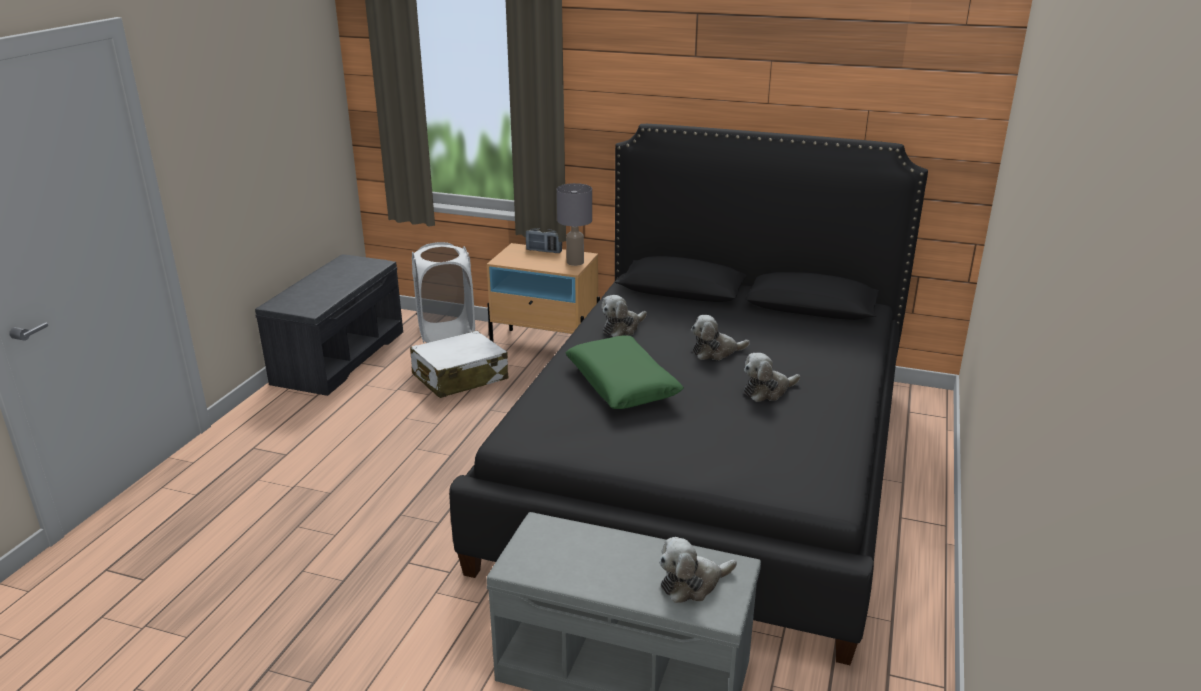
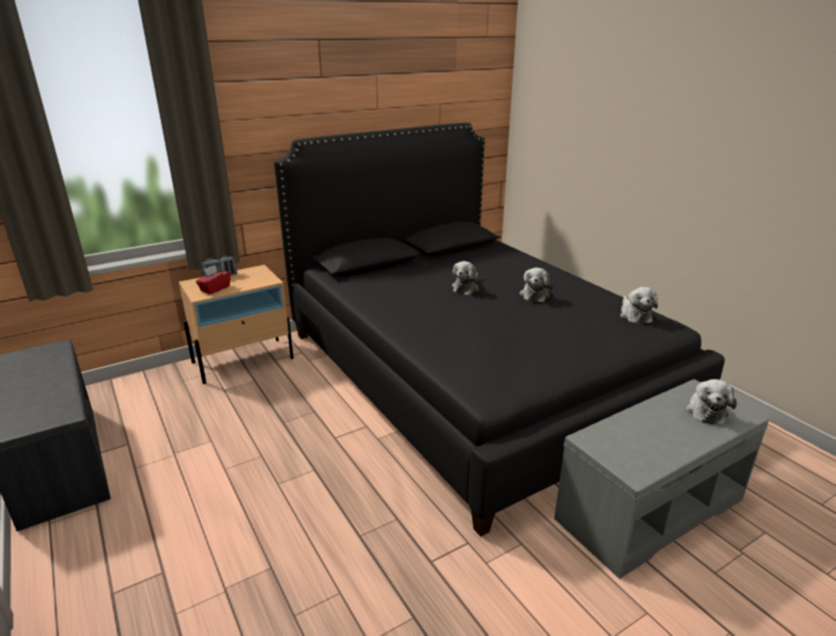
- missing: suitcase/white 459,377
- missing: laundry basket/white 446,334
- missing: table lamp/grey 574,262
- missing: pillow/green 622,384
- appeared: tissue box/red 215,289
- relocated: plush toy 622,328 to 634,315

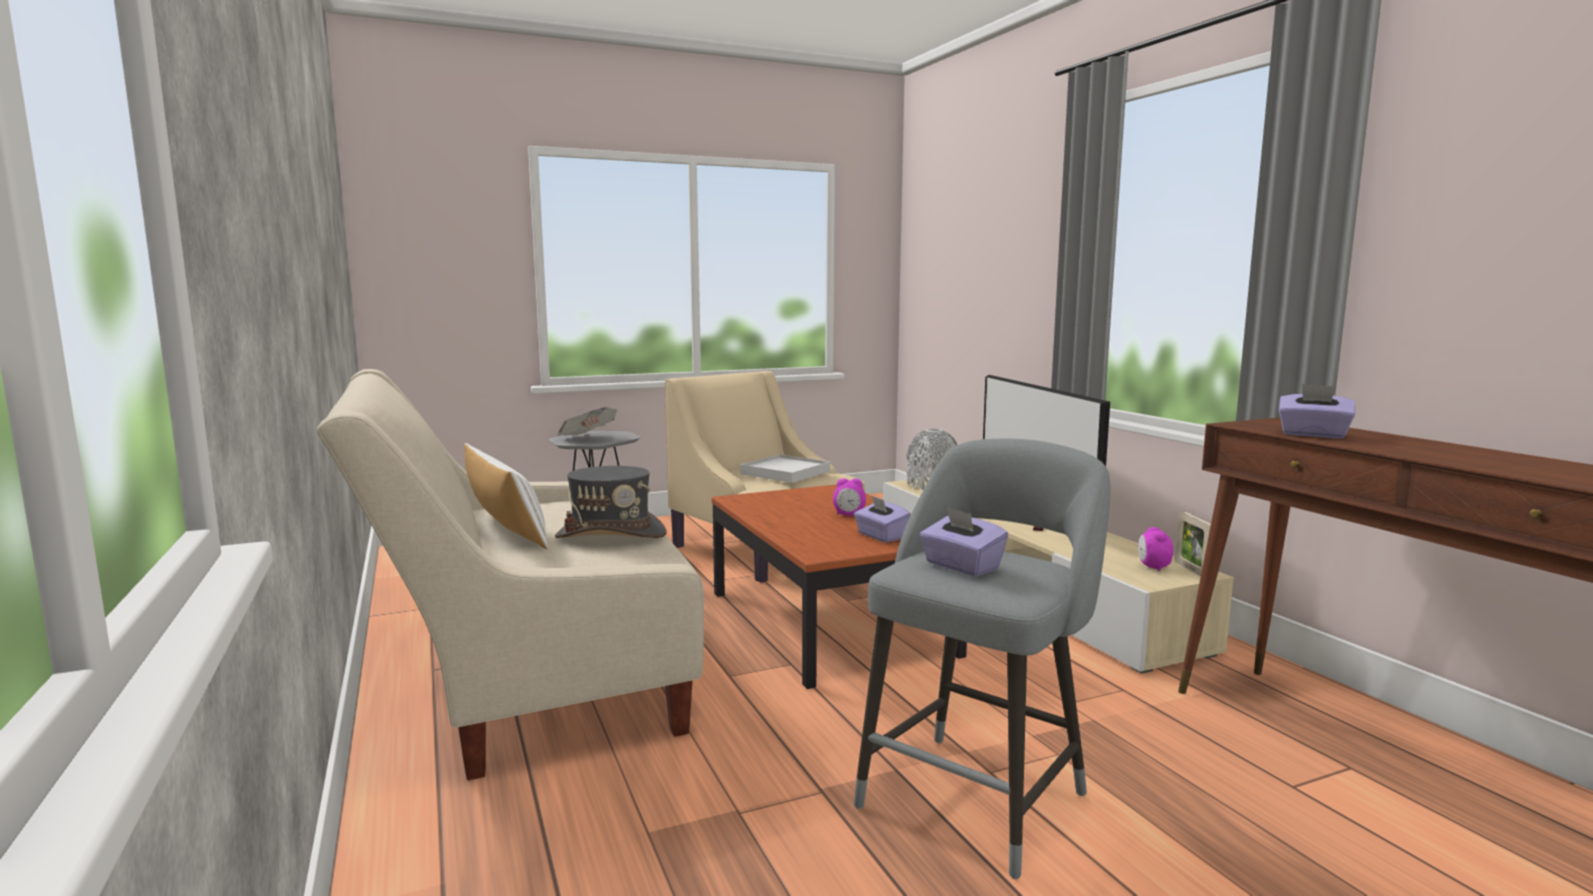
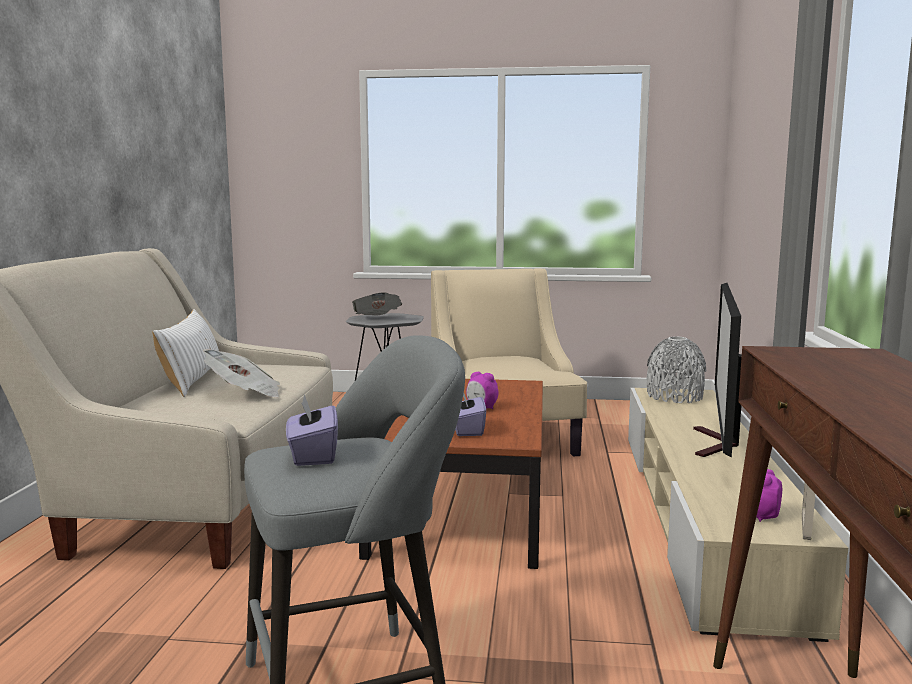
- missing: tray/white 785,472
- missing: tissue box/purple 1313,435
- exchanged: hat/grey 611,535 to newspaper 245,393

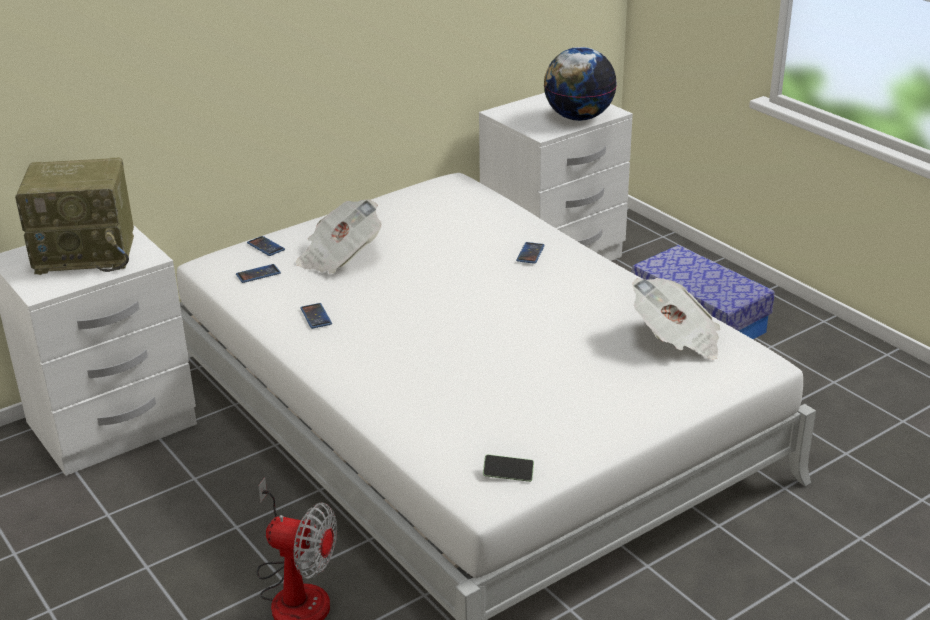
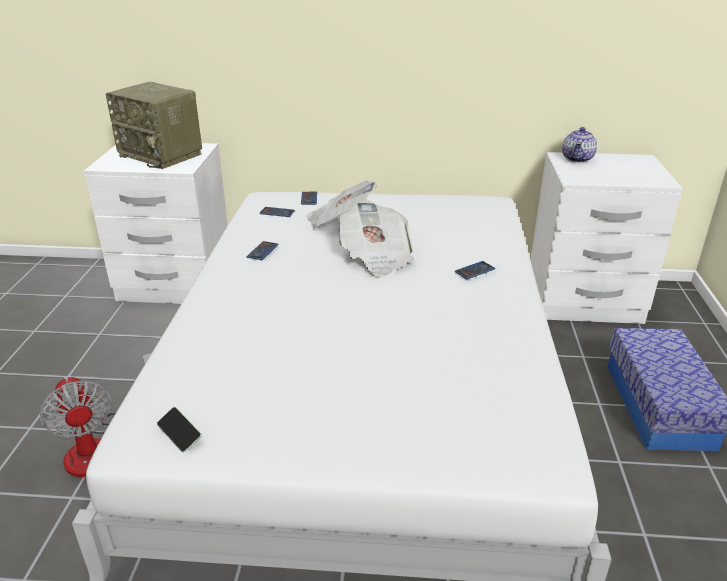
- missing: globe 578,117
- appeared: teapot 577,159
- relocated: newspaper 676,340 to 376,257

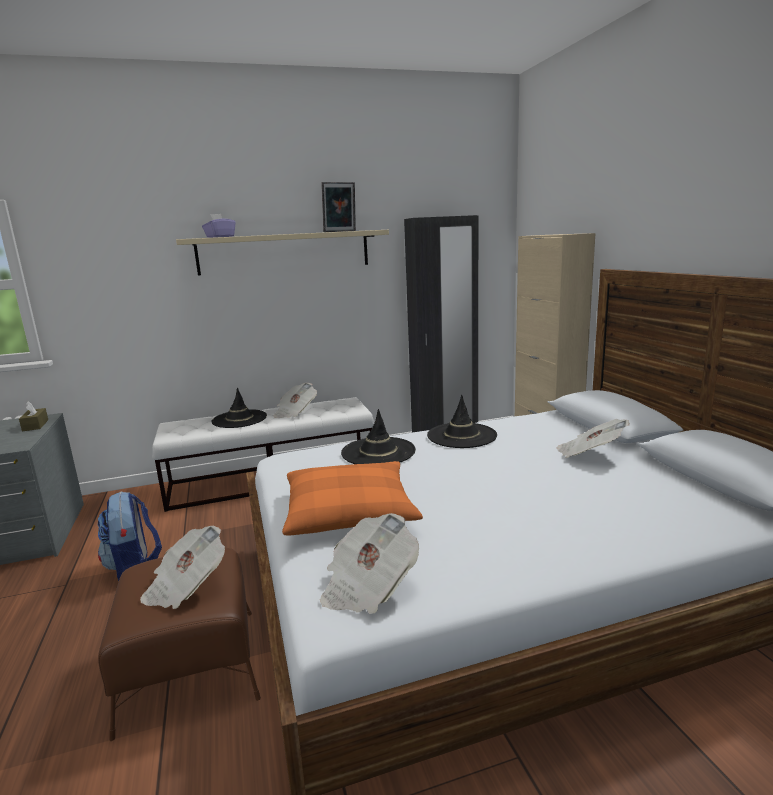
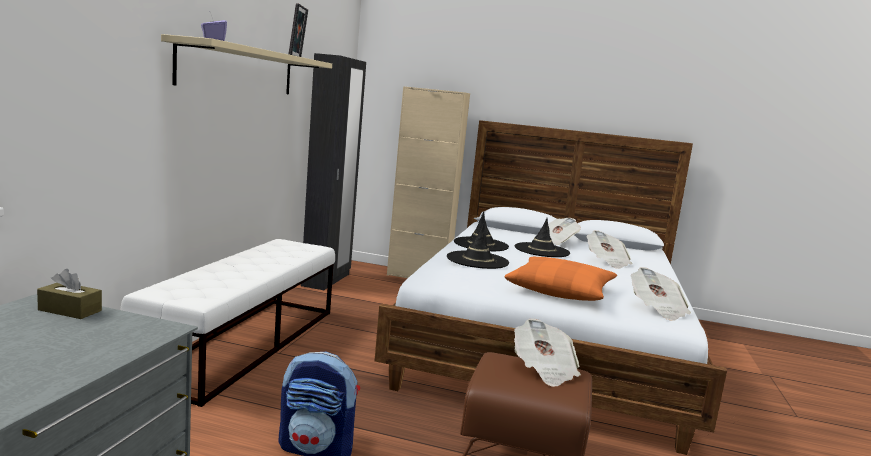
- relocated: hat/black 239,419 to 541,250
- relocated: newspaper 295,412 to 607,262

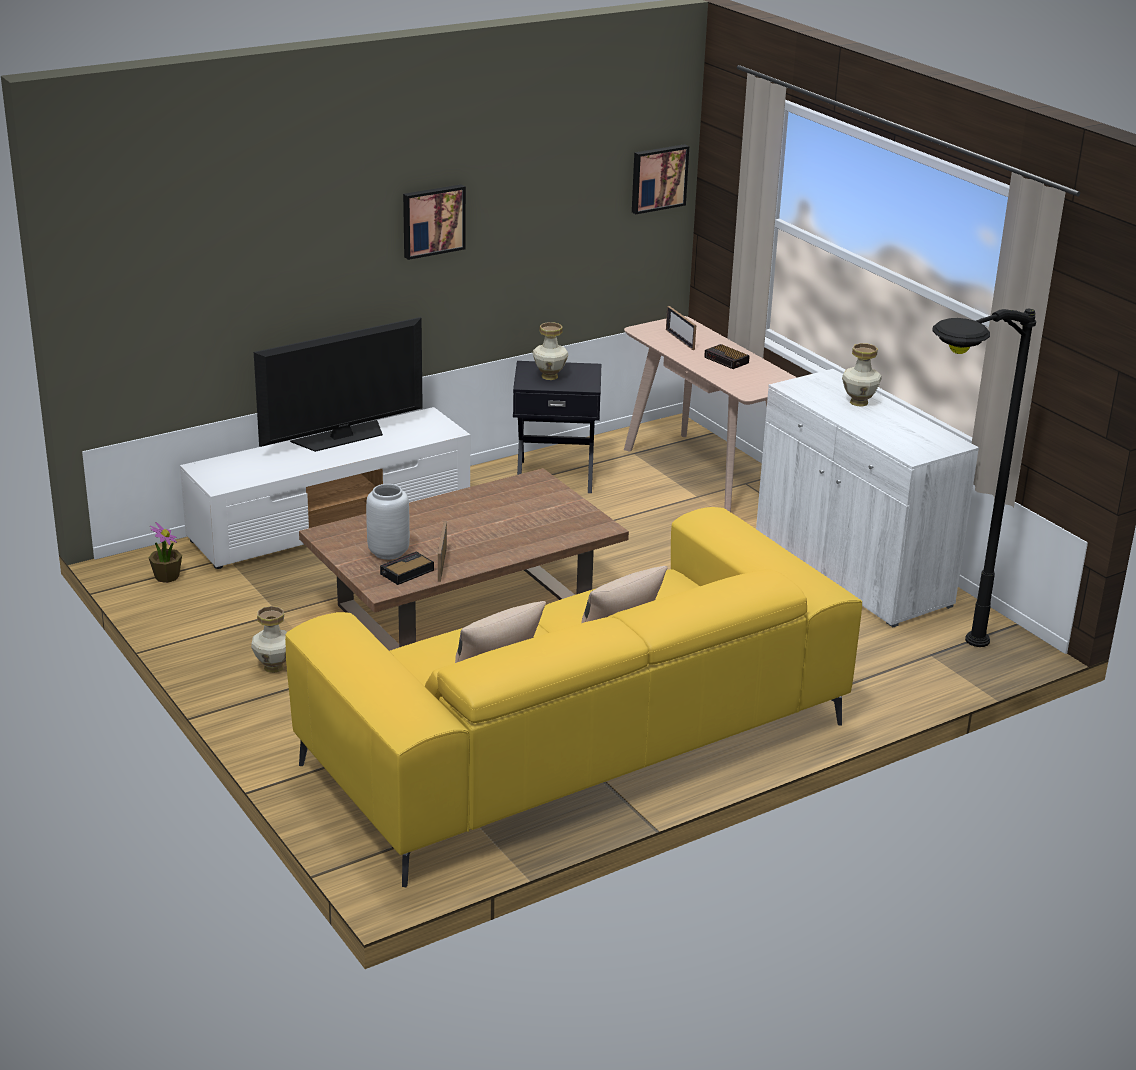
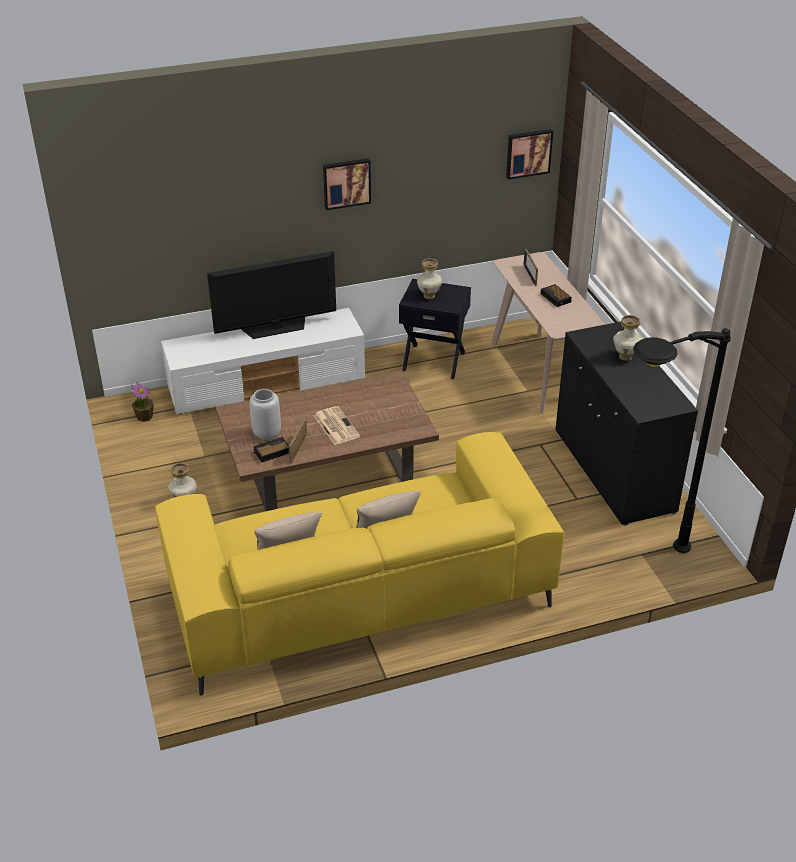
- appeared: newspaper 335,426
- colour: cabinet/white 851,571 to cabinet/black 613,471

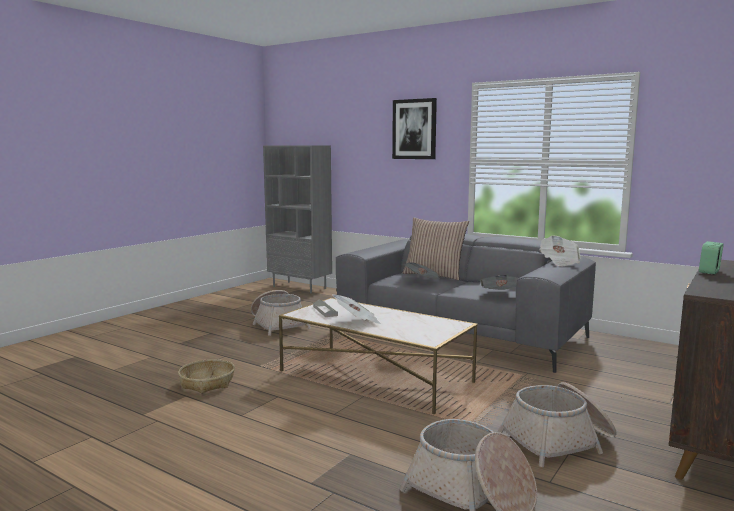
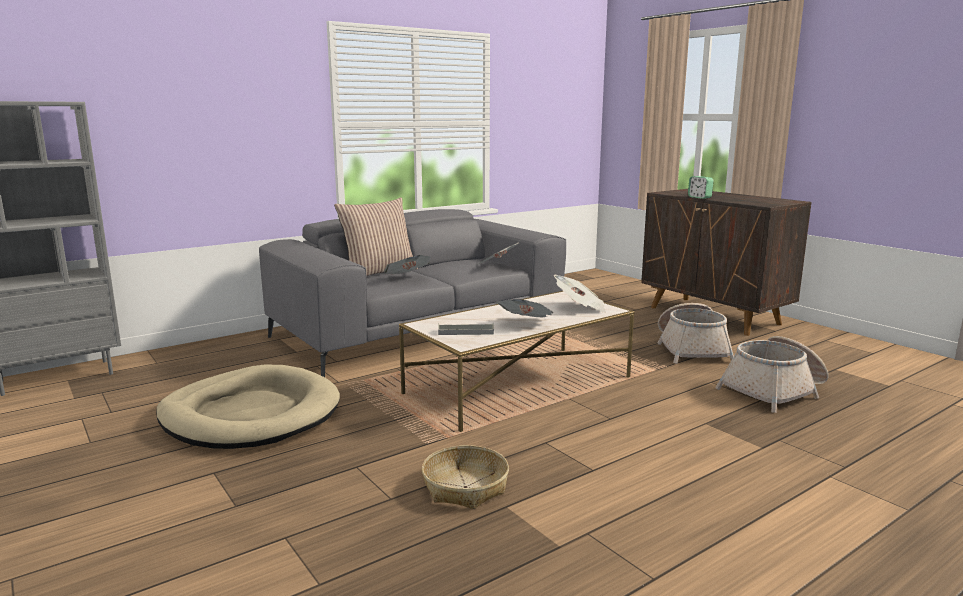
- missing: picture 414,129
- relocated: newspaper 559,262 to 580,308
- exchanged: basket 278,325 to dog bed/beige 250,414

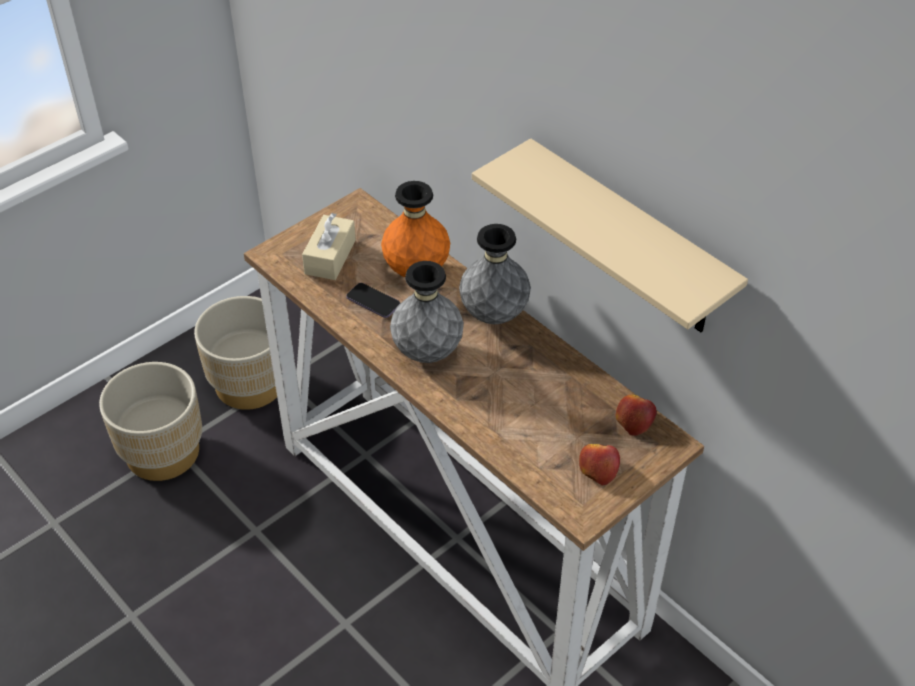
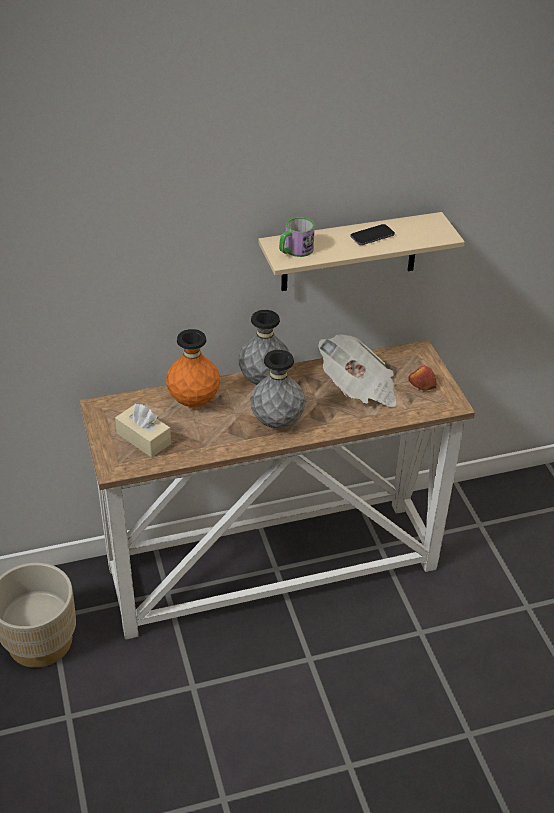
- missing: planter/beige 162,452
- missing: apple 634,419
- appeared: mug 295,251
- appeared: newspaper 358,389
- relocated: phone 373,302 to 372,236

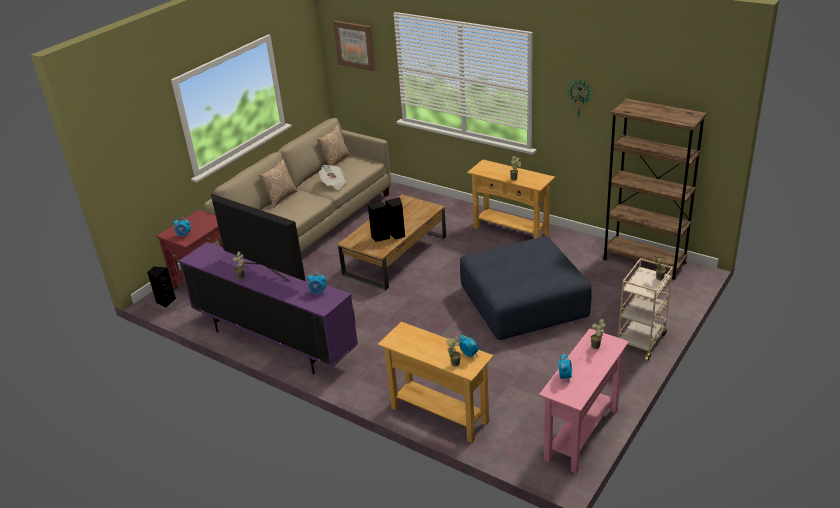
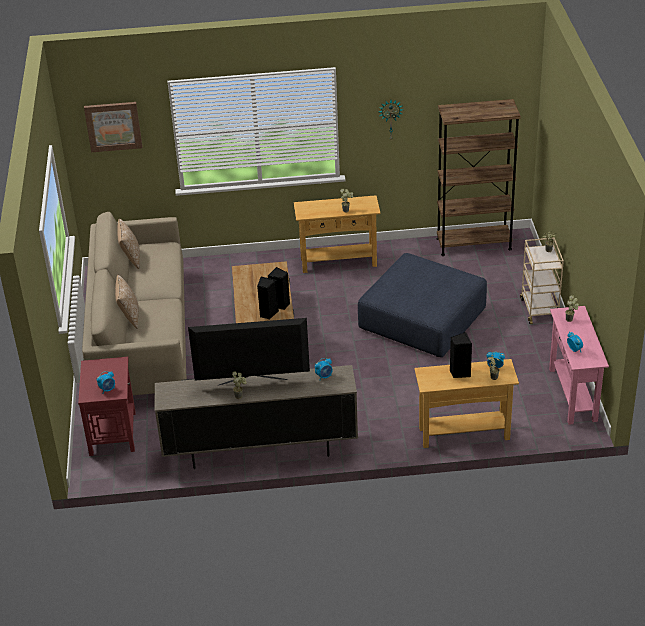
- missing: newspaper 334,183
- relocated: speaker/black 165,301 to 459,372
- colour: tv stand/purple 274,342 to tv stand/beige 259,450

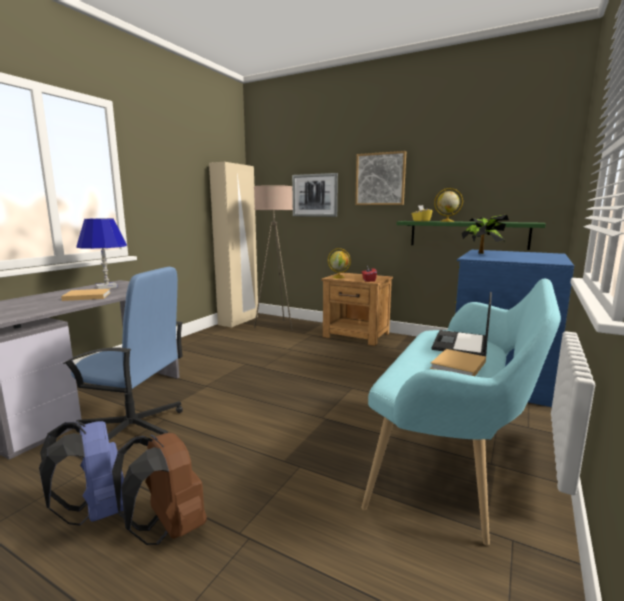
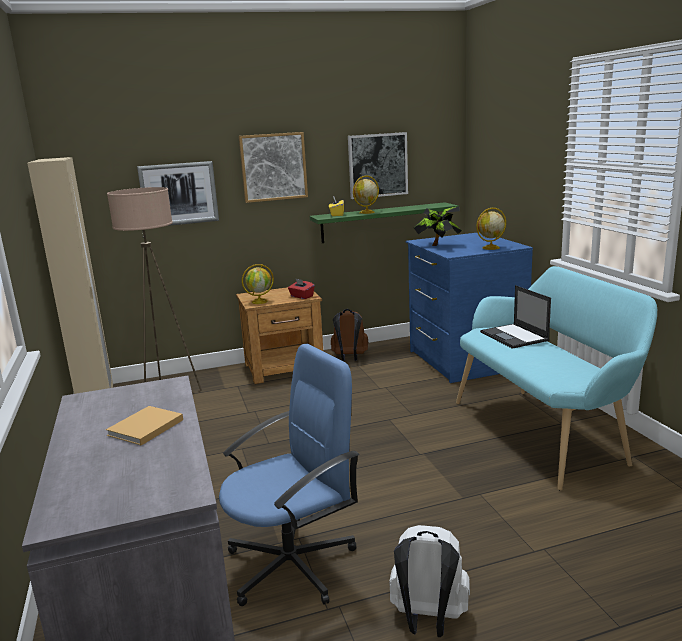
- missing: table lamp/blue 107,286
- missing: book/beige 457,365
- appeared: picture 377,165
- appeared: globe 490,248
- relocated: backpack/brown 168,528 to 349,358
- colour: backpack/blue 96,511 to backpack/white 428,620

